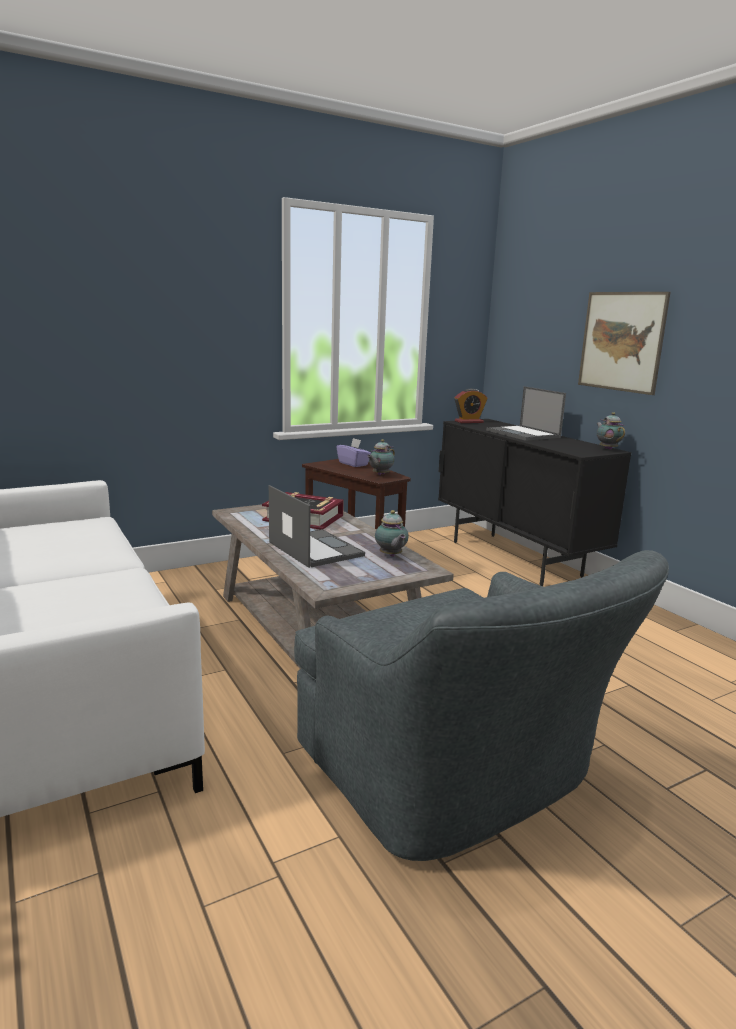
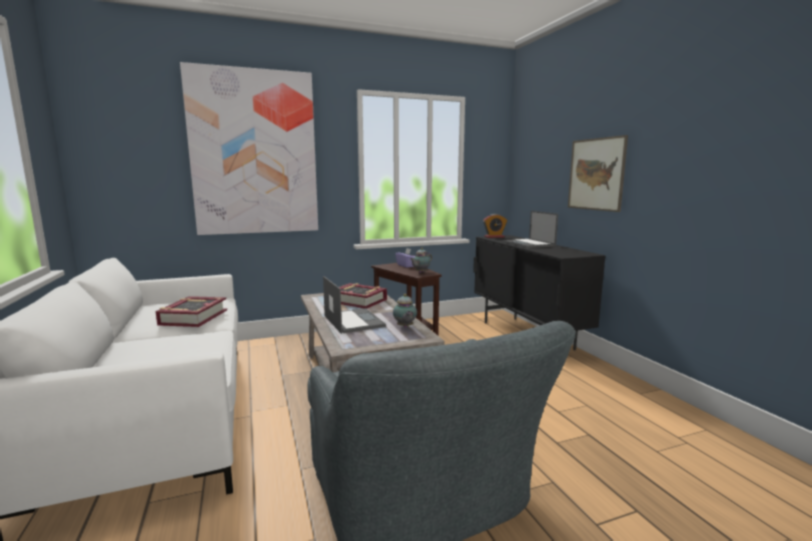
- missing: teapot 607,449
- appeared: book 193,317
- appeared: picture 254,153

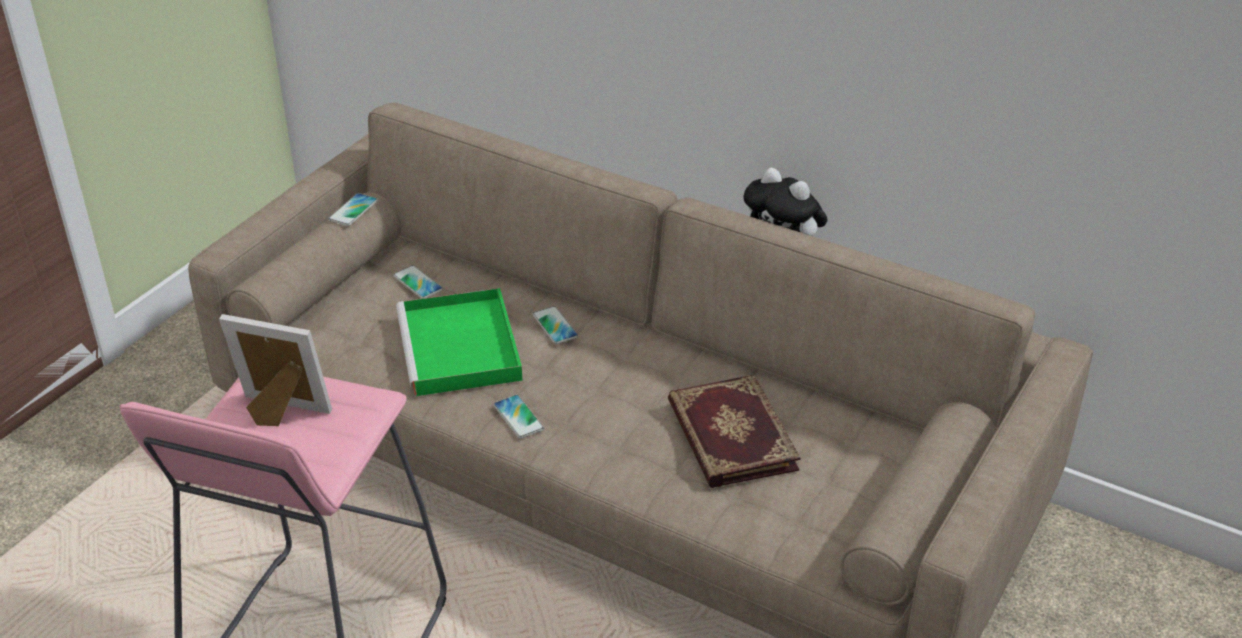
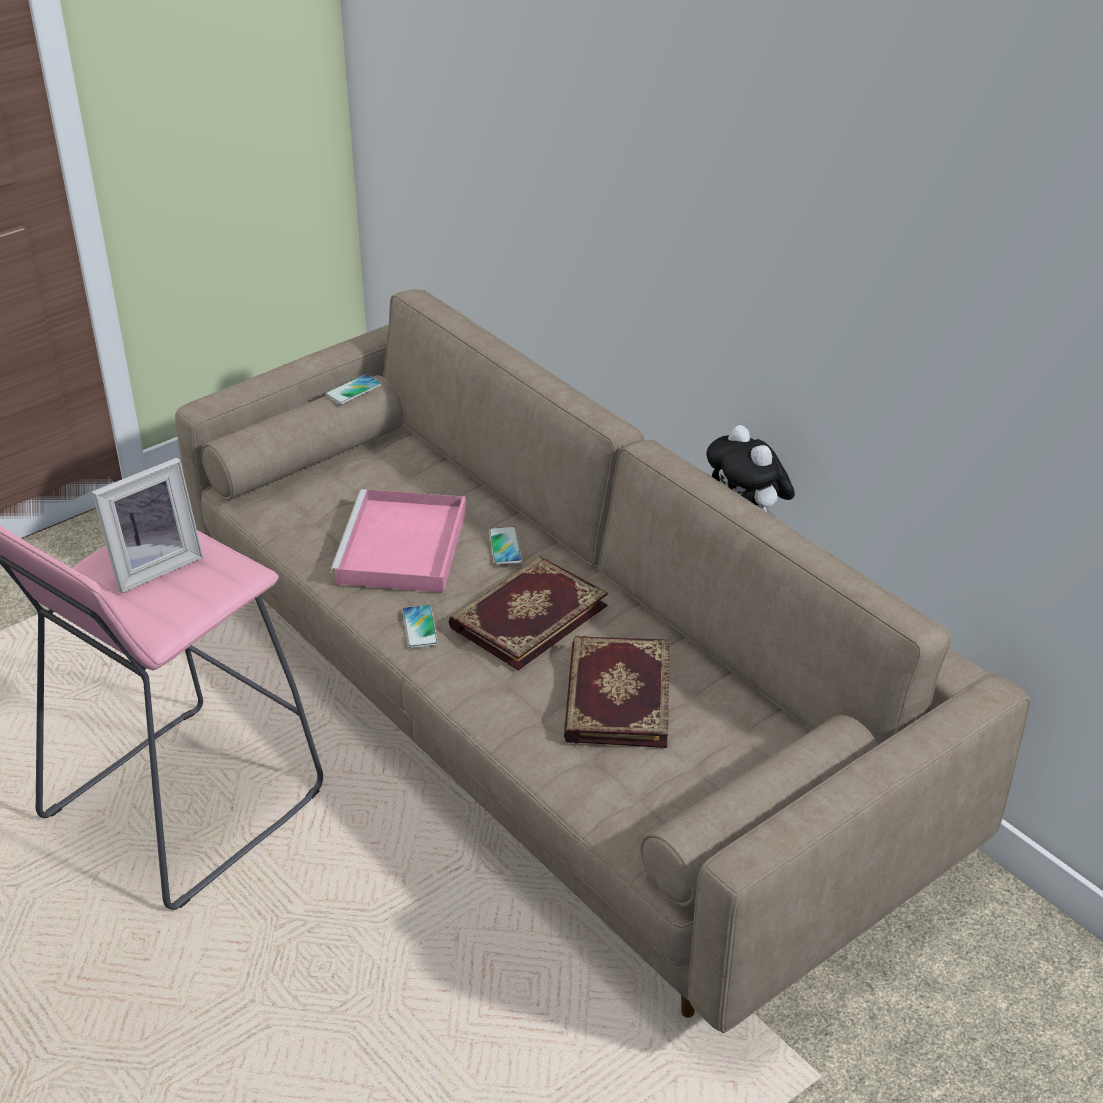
- missing: phone 418,283
- appeared: book 527,615
- colour: tray/green 461,349 to tray/pink 402,548
- spun: picture frame 281,414 = 153,566 105 degrees clockwise

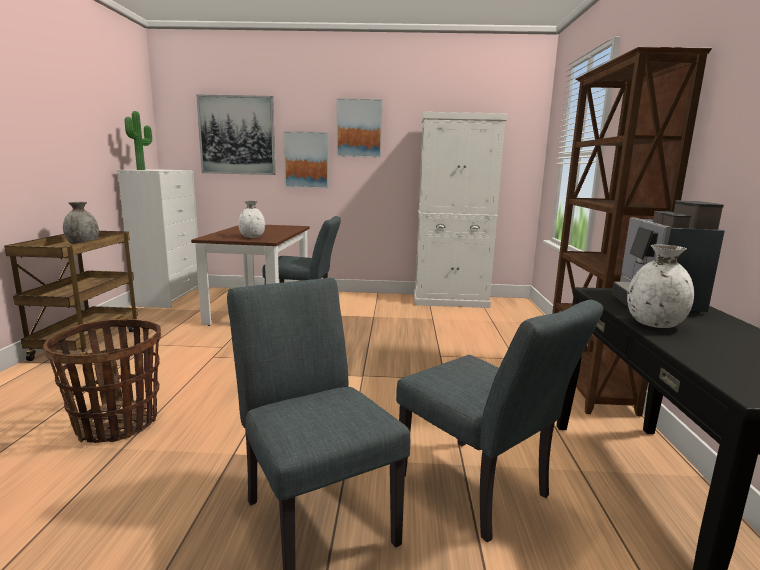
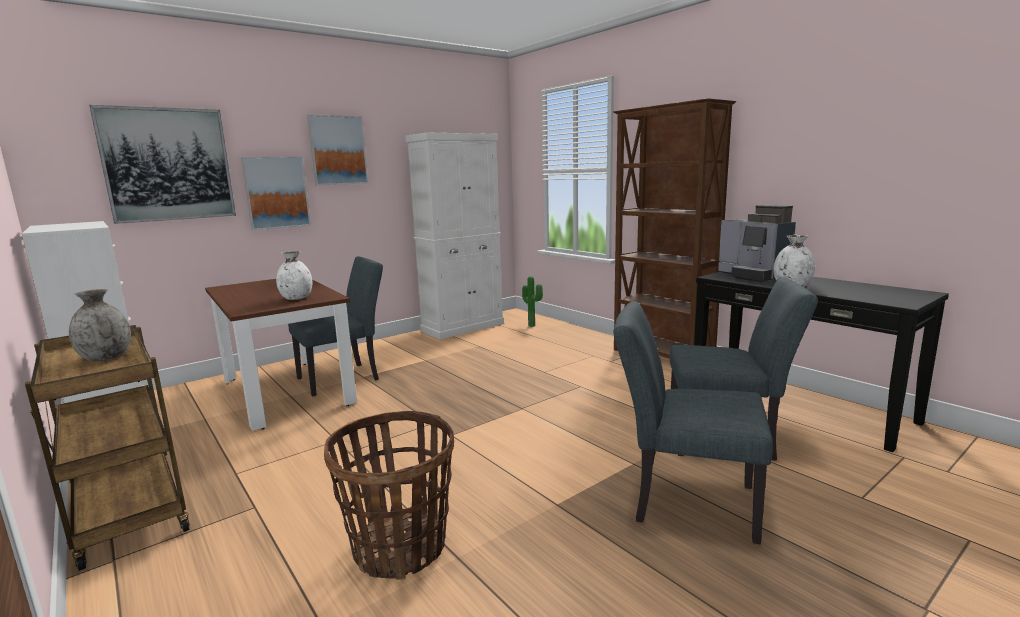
- relocated: potted plant 142,169 to 532,325

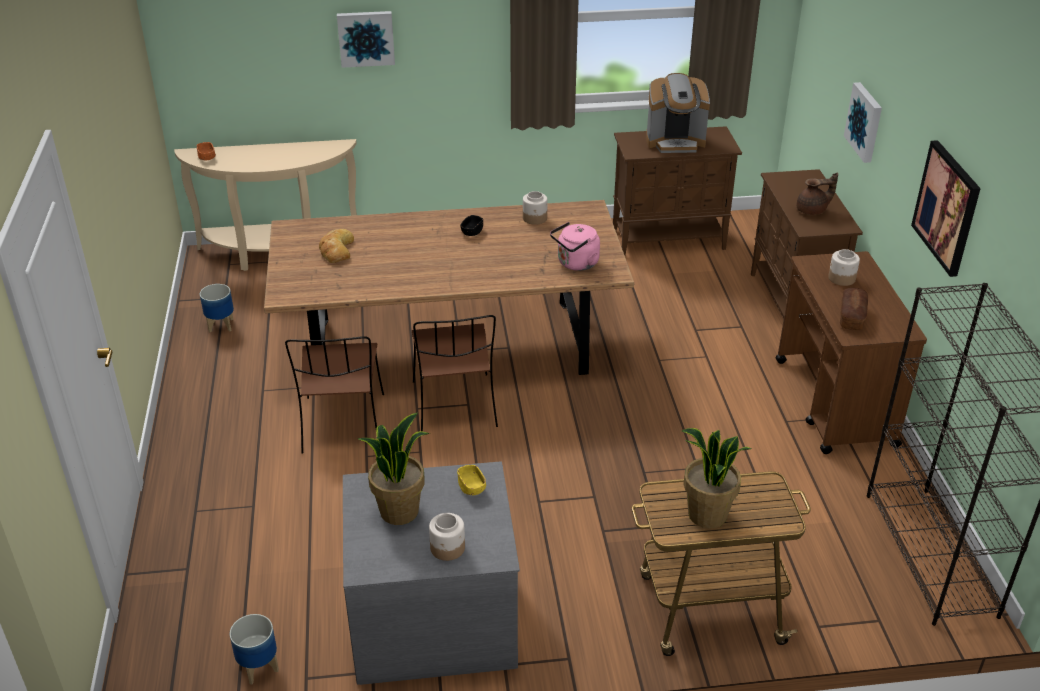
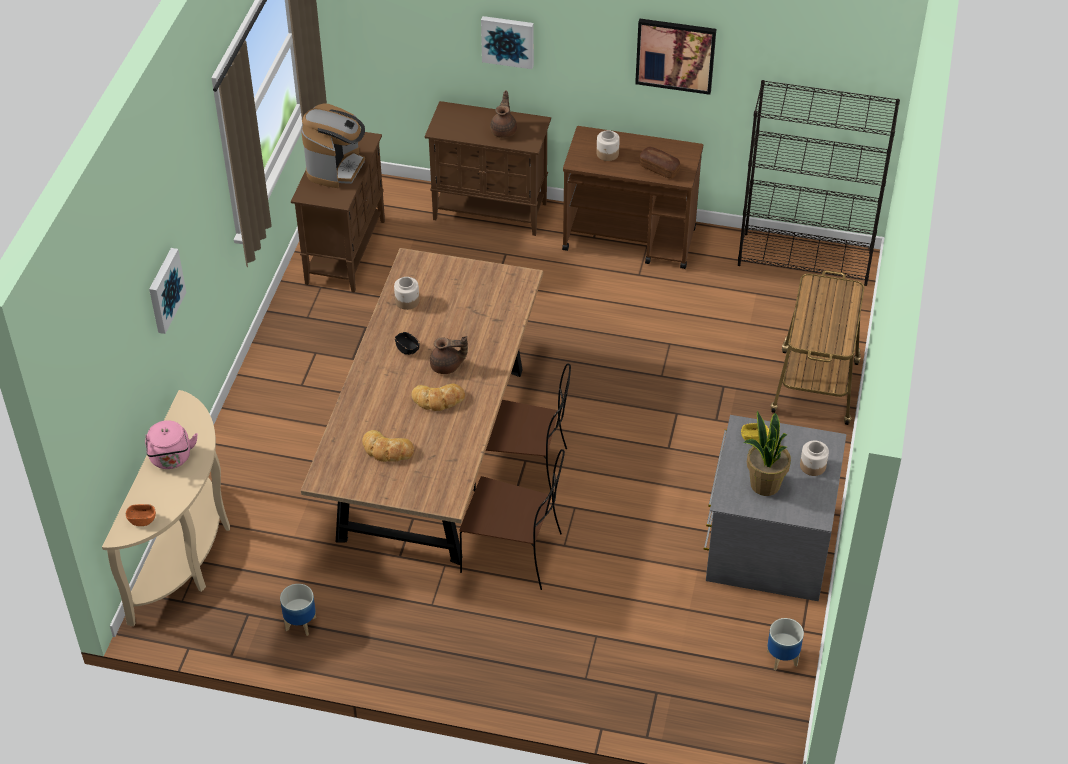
- missing: potted plant 707,515
- appeared: bread 438,400
- appeared: teapot/brown 447,366
- relocated: kettle/pink 576,264 to 171,459

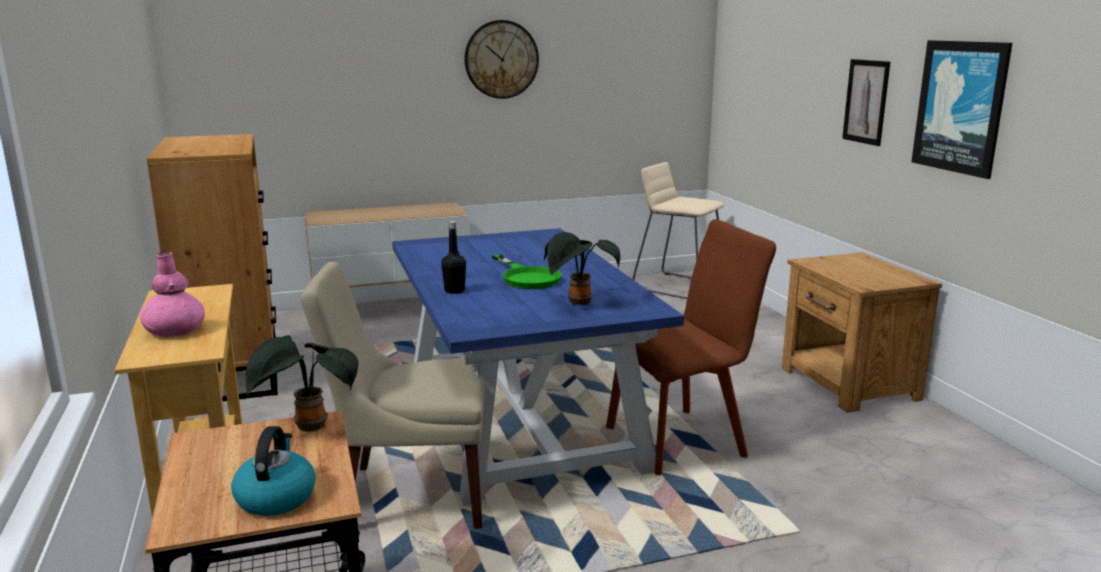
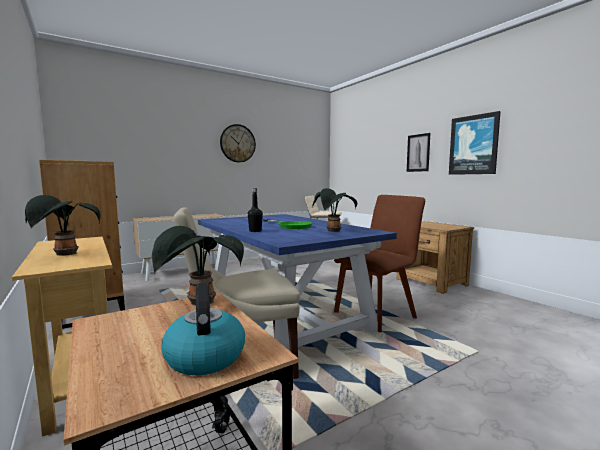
- exchanged: vase/pink 175,330 to potted plant 65,255

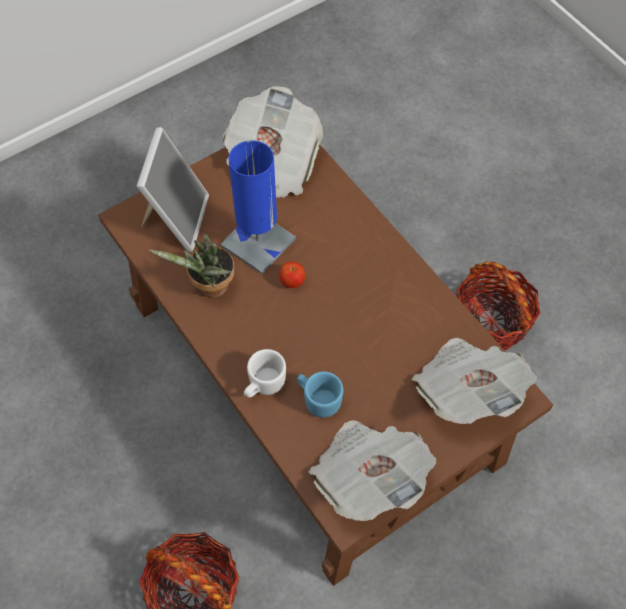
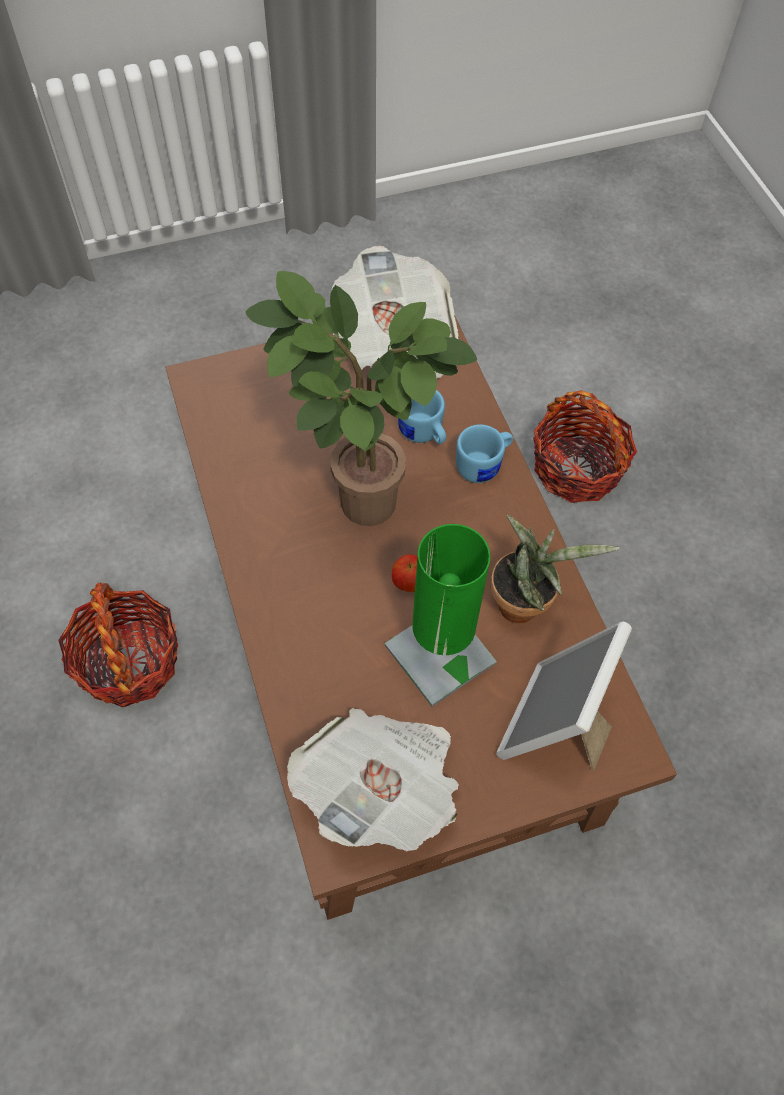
- missing: newspaper 468,391
- appeared: potted plant 359,508
- colour: table lamp/blue 258,242 to table lamp/green 440,654
- colour: mug/white 263,385 to mug/blue 484,465

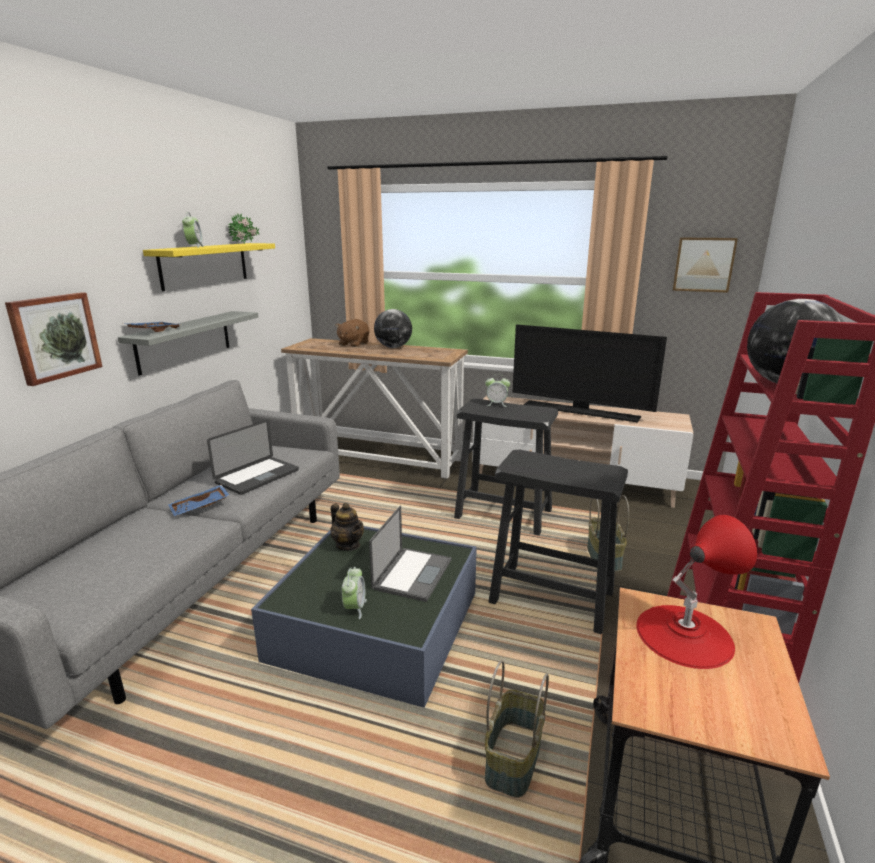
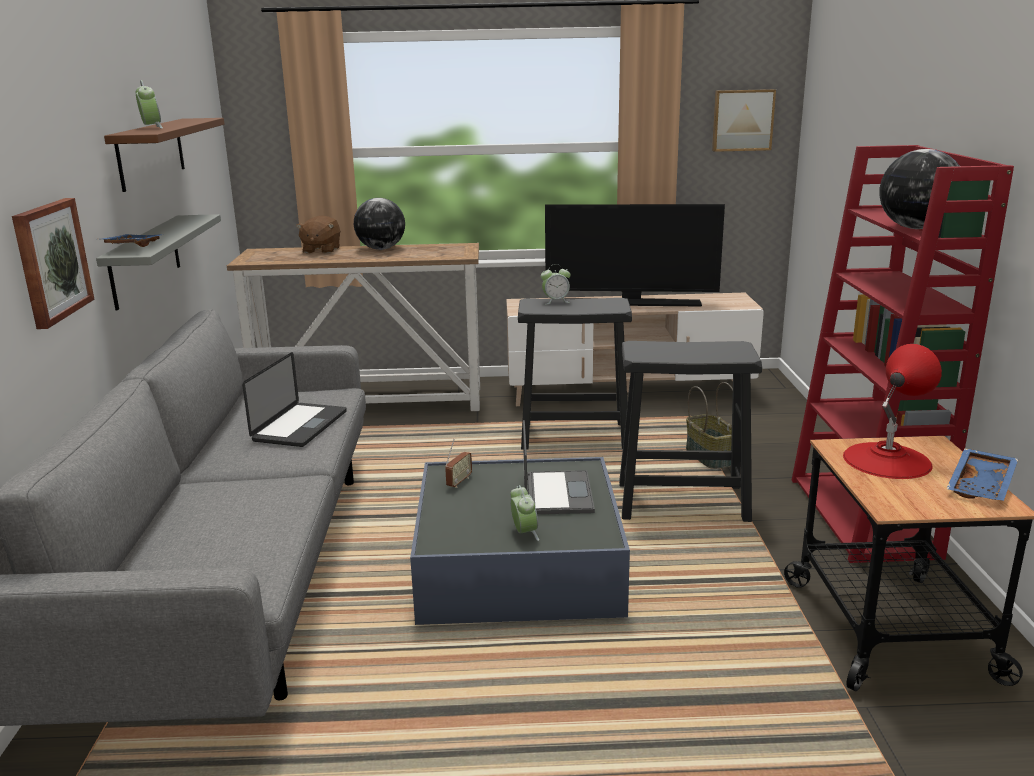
- missing: potted plant 246,243
- missing: basket 514,760
- relocated: tray/blue 200,507 to 982,485
- exchanged: teapot 348,545 to radio 459,482
- colour: shelf/yellow 205,265 to shelf/brown 151,153

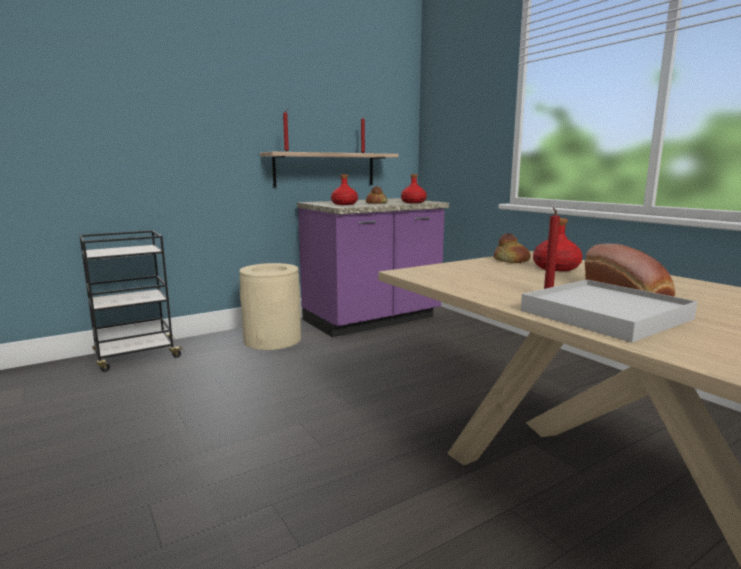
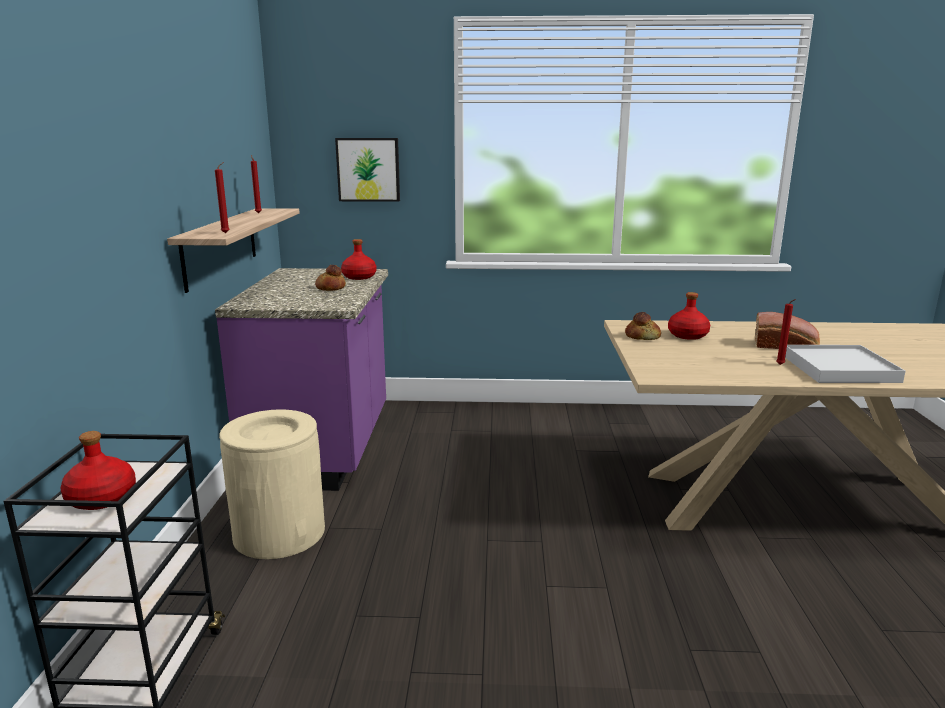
- appeared: picture 368,169
- relocated: bottle/red 344,204 to 101,499

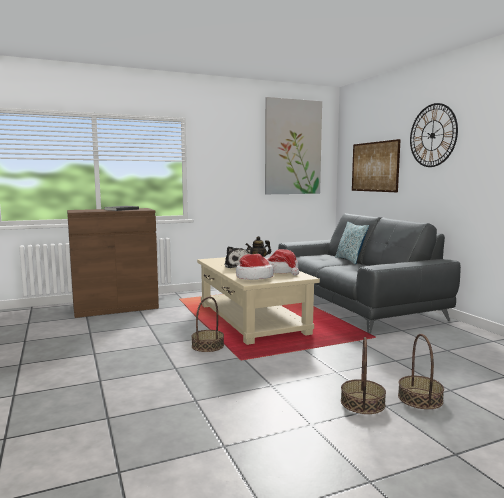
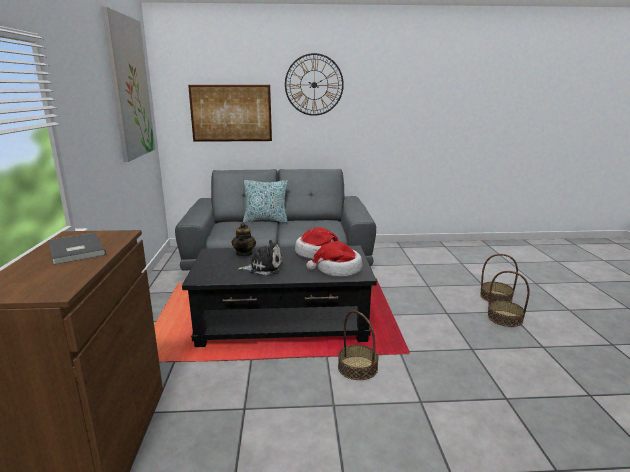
- colour: coffee table/beige 251,319 to coffee table/black 283,323

